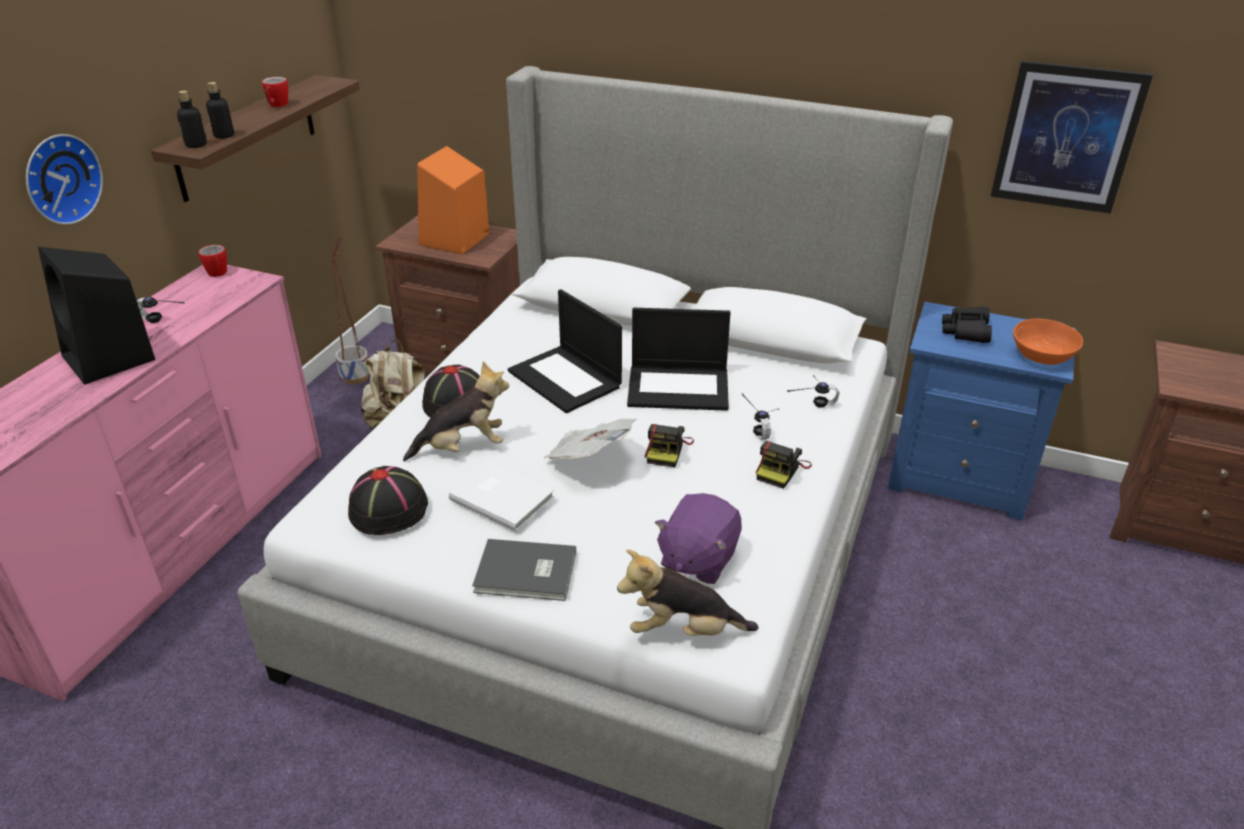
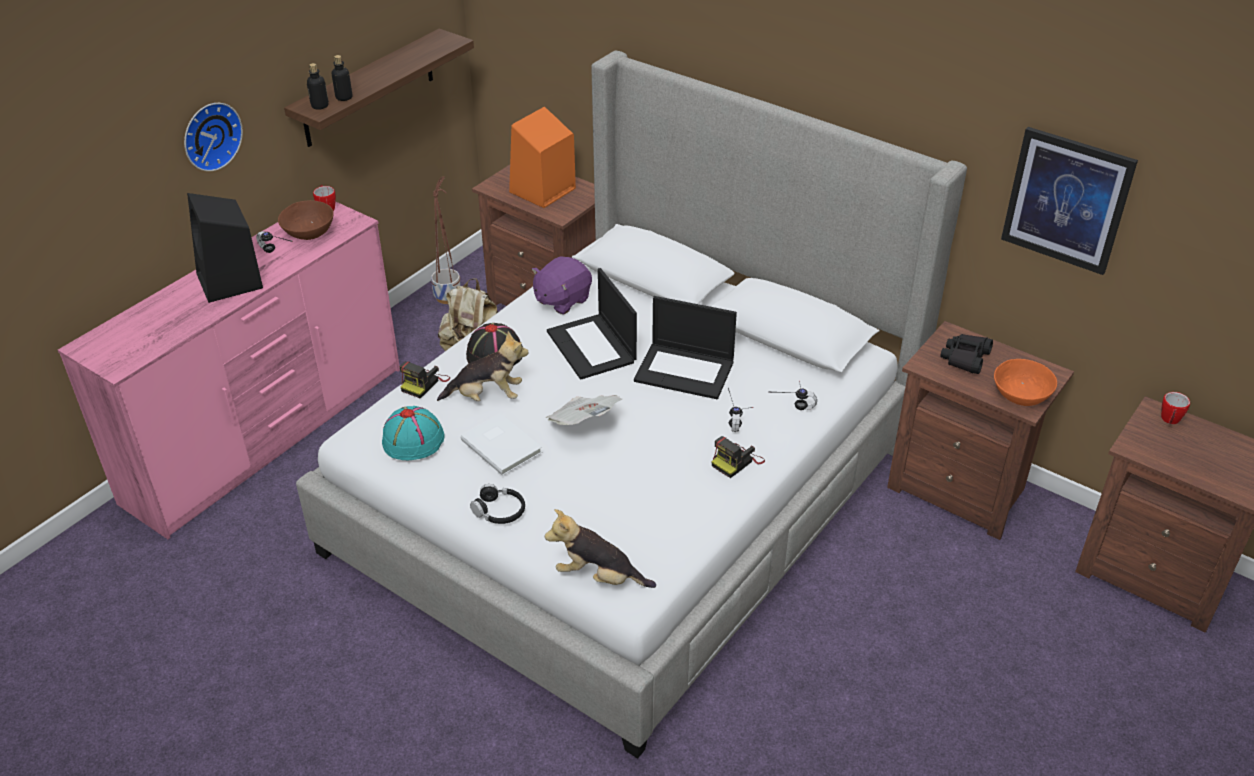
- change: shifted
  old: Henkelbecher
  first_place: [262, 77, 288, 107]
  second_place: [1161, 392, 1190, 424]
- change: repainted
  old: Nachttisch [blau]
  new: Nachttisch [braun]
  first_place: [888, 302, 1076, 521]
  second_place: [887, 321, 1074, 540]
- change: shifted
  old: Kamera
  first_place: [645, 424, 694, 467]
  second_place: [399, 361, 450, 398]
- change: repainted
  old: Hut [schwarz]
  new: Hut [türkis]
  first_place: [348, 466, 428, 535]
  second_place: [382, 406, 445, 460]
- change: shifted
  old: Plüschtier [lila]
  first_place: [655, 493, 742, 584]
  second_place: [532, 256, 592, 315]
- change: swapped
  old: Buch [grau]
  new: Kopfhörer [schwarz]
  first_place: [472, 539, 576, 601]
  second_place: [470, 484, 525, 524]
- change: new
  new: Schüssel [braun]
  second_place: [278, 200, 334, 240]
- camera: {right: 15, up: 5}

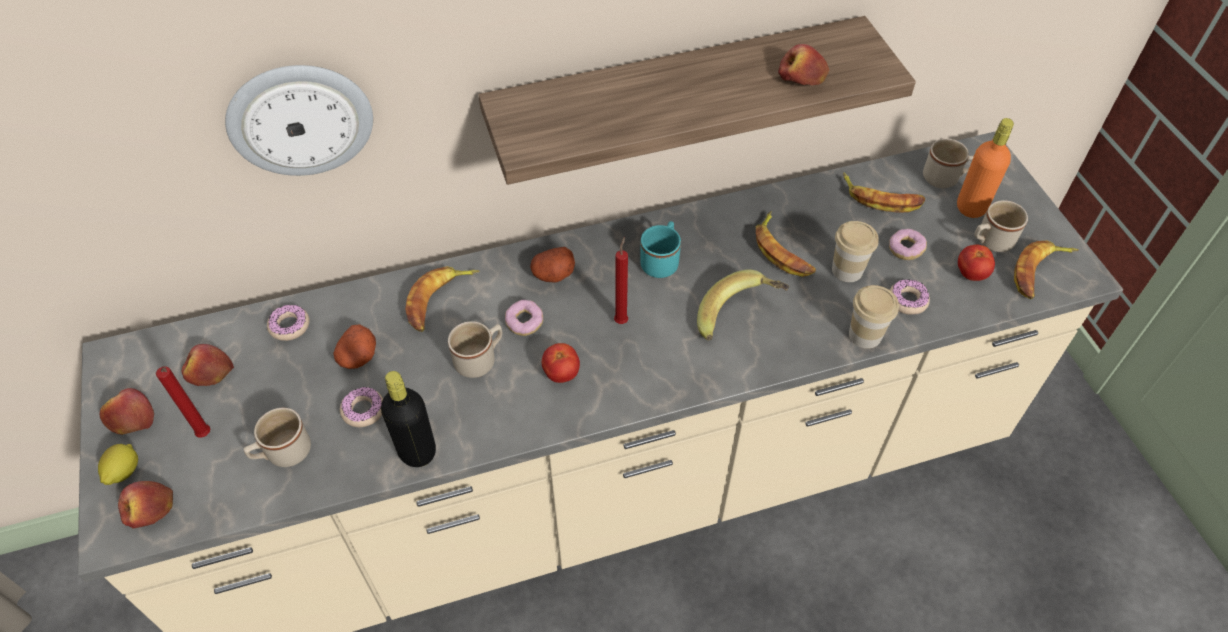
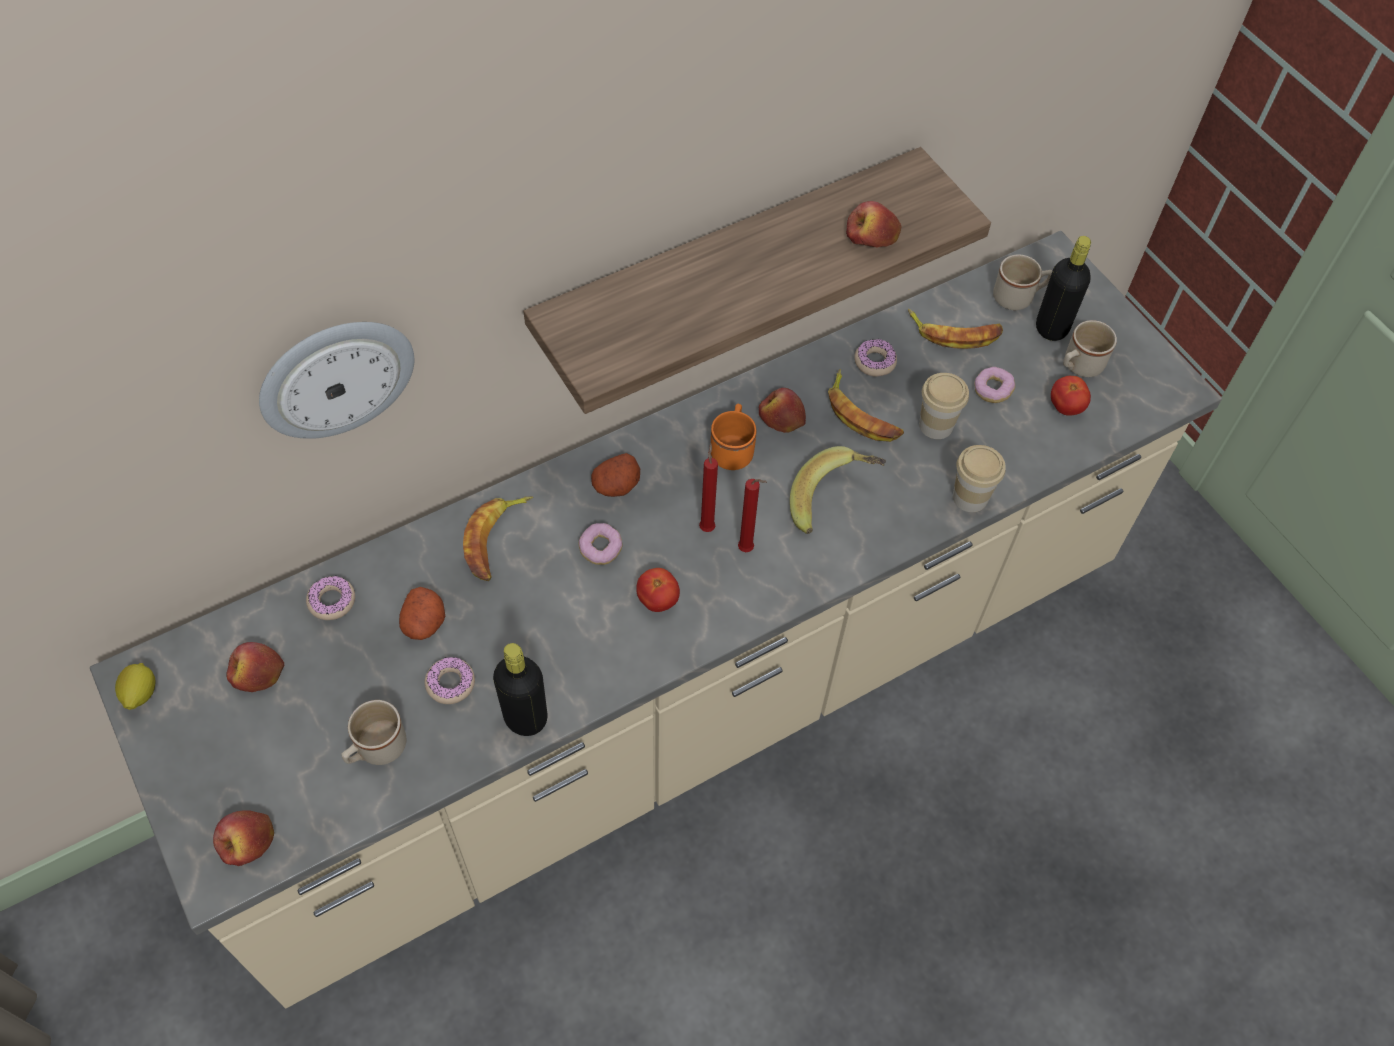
- change: repainted
  old: Flasche [orange]
  new: Flasche [schwarz]
  first_place: [957, 118, 1014, 218]
  second_place: [1036, 236, 1091, 341]
- change: repainted
  old: Henkelbecher [türkis]
  new: Henkelbecher [orange]
  first_place: [640, 221, 681, 278]
  second_place: [711, 404, 757, 470]
- change: gone
  old: Banane
  first_place: [1014, 240, 1079, 299]
- change: shifted
  old: Donut
  first_place: [890, 279, 930, 315]
  second_place: [854, 339, 897, 377]
- change: gone
  old: Henkelbecher [beige]
  first_place: [448, 321, 502, 378]
- change: shifted
  old: Kerze [rot]
  first_place: [156, 366, 210, 437]
  second_place: [738, 479, 767, 552]
- change: shifted
  old: Apfel
  first_place: [100, 388, 154, 435]
  second_place: [759, 388, 806, 433]
- change: shifted
  old: Zitrone
  first_place: [98, 444, 138, 485]
  second_place: [115, 663, 156, 710]
- camera: {right: -15, up: 5}

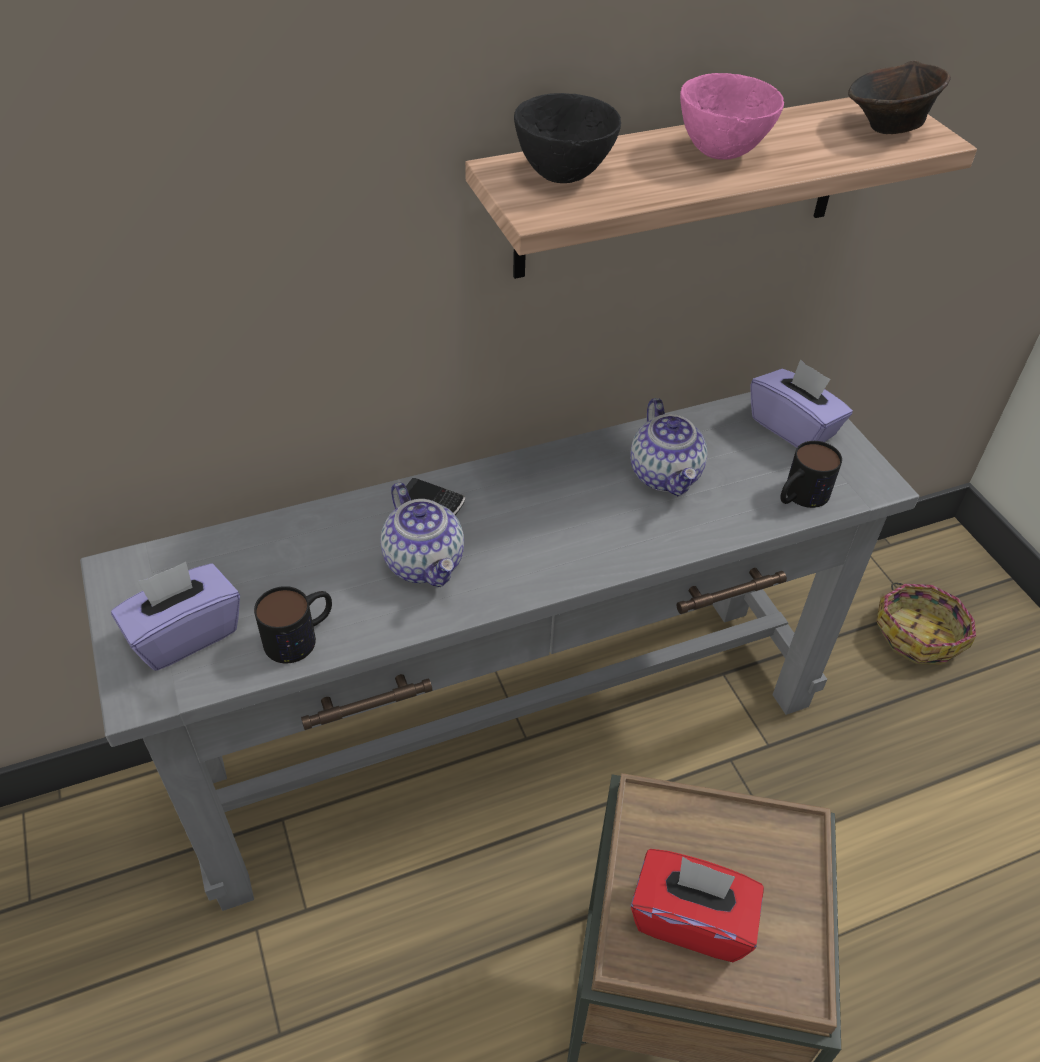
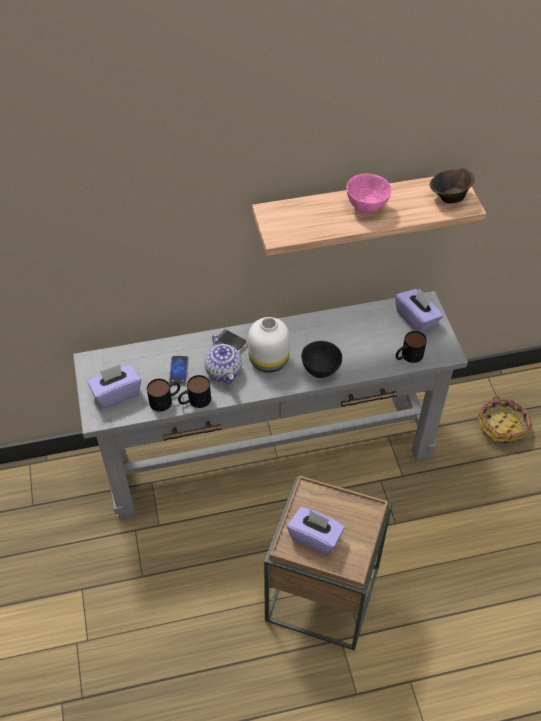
- change: shifted
  old: Schüssel [schwarz]
  first_place: [514, 93, 621, 183]
  second_place: [301, 341, 342, 378]
- change: gone
  old: Teekanne
  first_place: [630, 398, 707, 496]
- change: repainted
  old: Taschentuchbox [rot]
  new: Taschentuchbox [lila]
  first_place: [631, 849, 764, 962]
  second_place: [287, 506, 345, 555]
- change: new
  new: Vase [weiß]
  second_place: [248, 317, 290, 373]
- change: new
  new: Handy
  second_place: [169, 356, 189, 385]
- change: new
  new: Henkelbecher
  second_place: [178, 375, 211, 408]
- camera: {right: 10, up: 5}

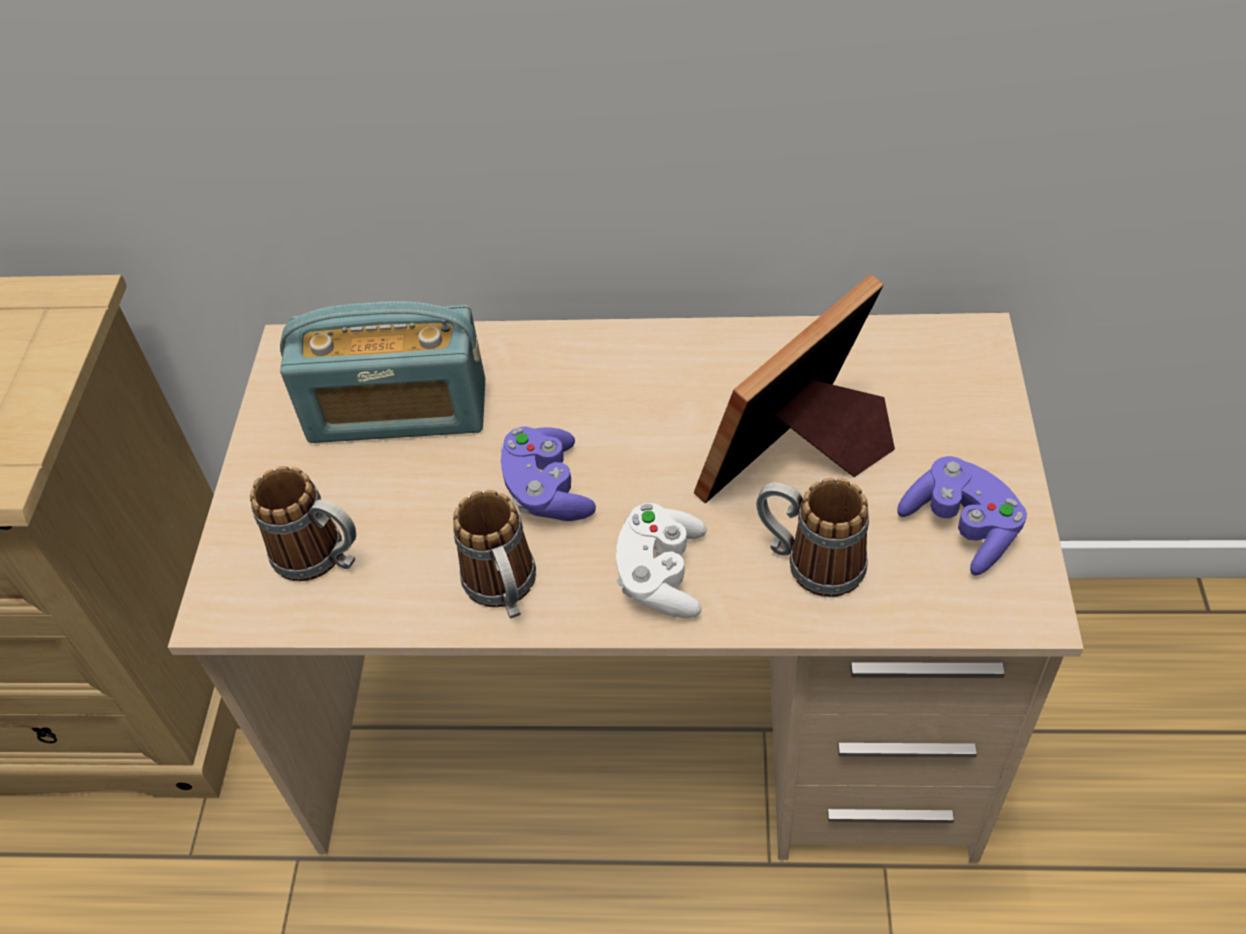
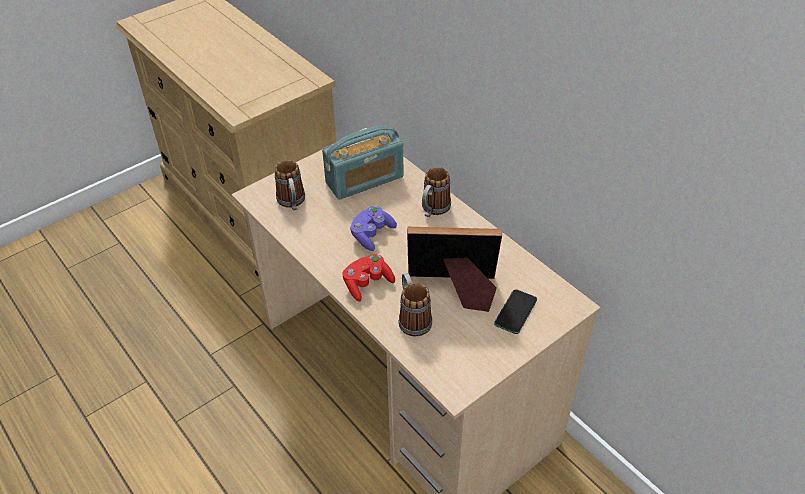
- change: rotated
  old: Radio
  first_place: [280, 301, 485, 443]
  second_place: [322, 126, 403, 200]
  degrees: -75
- change: gone
  old: Gamepad [lila]
  first_place: [897, 456, 1027, 576]
- change: shifted
  old: Henkelbecher
  first_place: [453, 490, 536, 619]
  second_place: [422, 167, 451, 217]
- change: repainted
  old: Gamepad [weiß]
  new: Gamepad [rot]
  first_place: [616, 503, 707, 618]
  second_place: [342, 254, 395, 302]
- change: new
  new: Handy
  second_place: [494, 289, 537, 334]
- camera: {right: 45, up: -5}

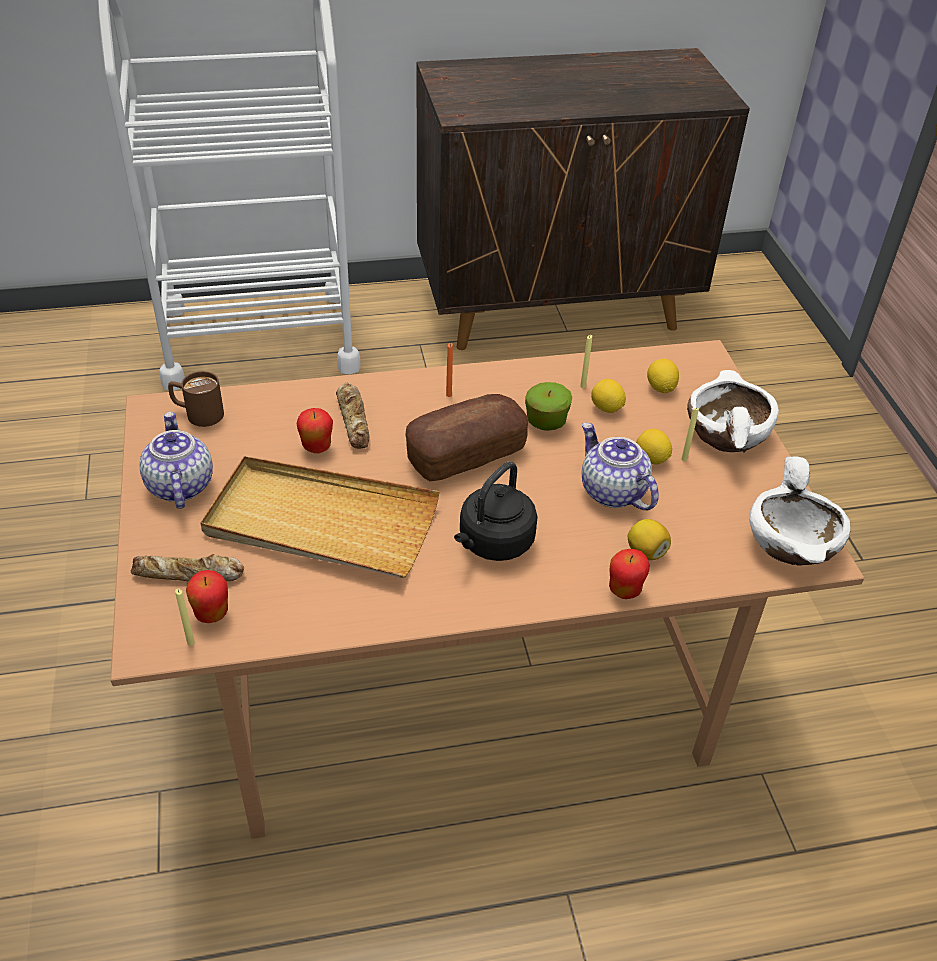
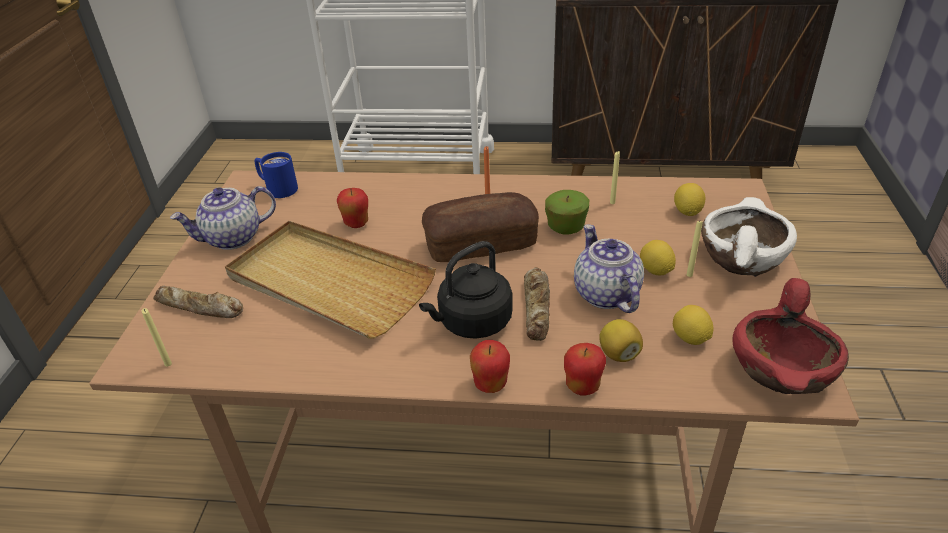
- change: repainted
  old: Henkelbecher [braun]
  new: Henkelbecher [blau]
  first_place: [168, 371, 224, 427]
  second_place: [254, 152, 298, 198]
- change: shifted
  old: Zitrone
  first_place: [591, 379, 626, 413]
  second_place: [673, 305, 713, 345]
- change: shifted
  old: Brot
  first_place: [336, 383, 370, 449]
  second_place: [524, 267, 550, 341]
- change: rotated
  old: Teekanne
  first_place: [140, 412, 213, 509]
  second_place: [170, 186, 276, 250]
  degrees: -120
- change: repainted
  old: Schüssel [weiß]
  new: Schüssel [rot]
  first_place: [749, 456, 851, 566]
  second_place: [732, 278, 849, 394]
- change: shifted
  old: Apfel
  first_place: [186, 570, 228, 623]
  second_place: [470, 340, 510, 393]
- camera: {right: 20, up: -5}

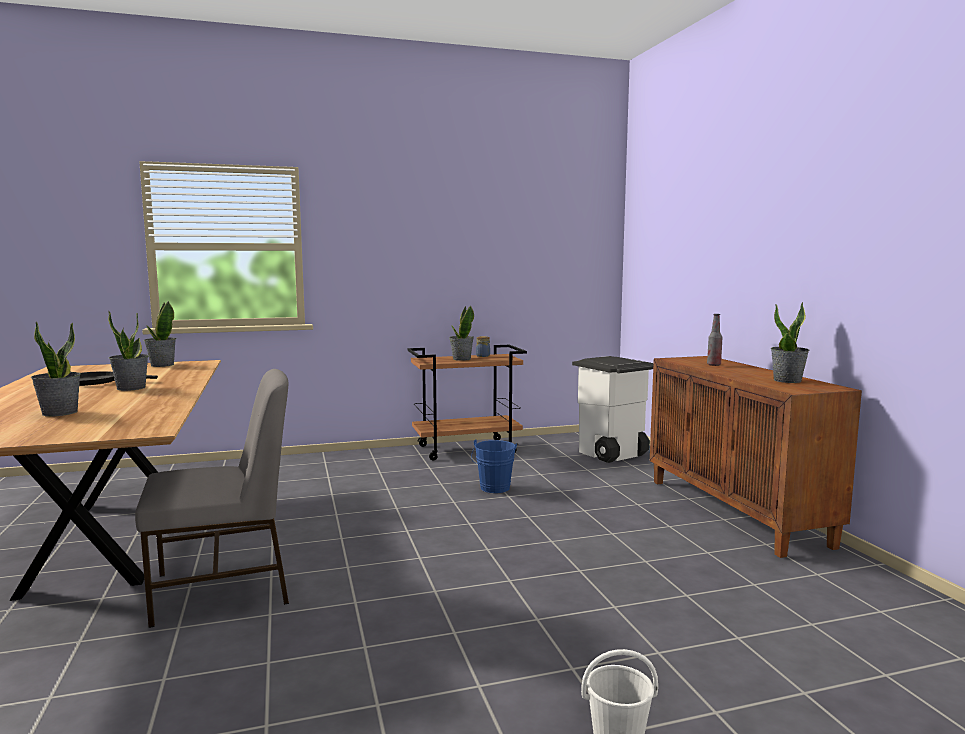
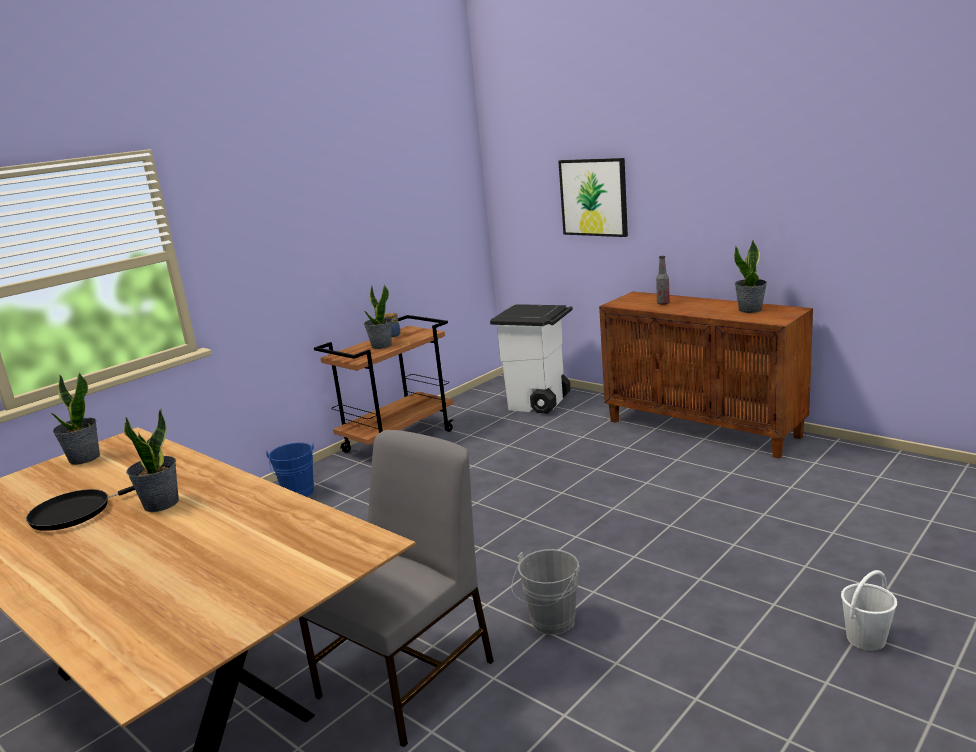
- change: gone
  old: Topfpflanze
  first_place: [31, 321, 81, 417]
- change: shifted
  old: Eimer [blau]
  first_place: [471, 440, 517, 493]
  second_place: [266, 442, 314, 497]
- change: new
  new: Bild
  second_place: [558, 158, 628, 237]
- change: new
  new: Eimer [grau]
  second_place: [511, 549, 580, 635]
- camera: {right: -30, up: 10}

